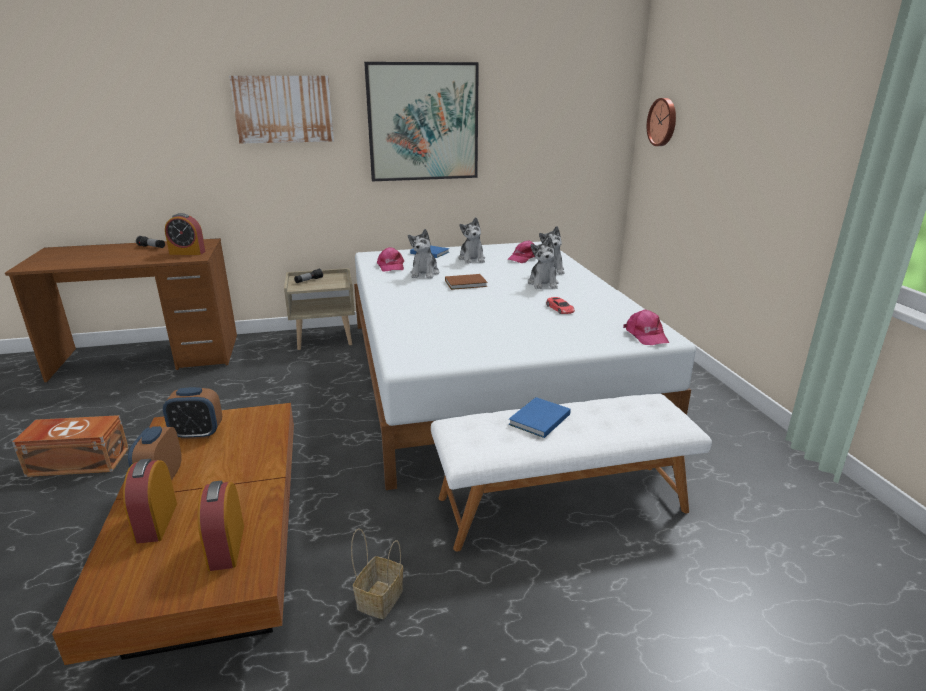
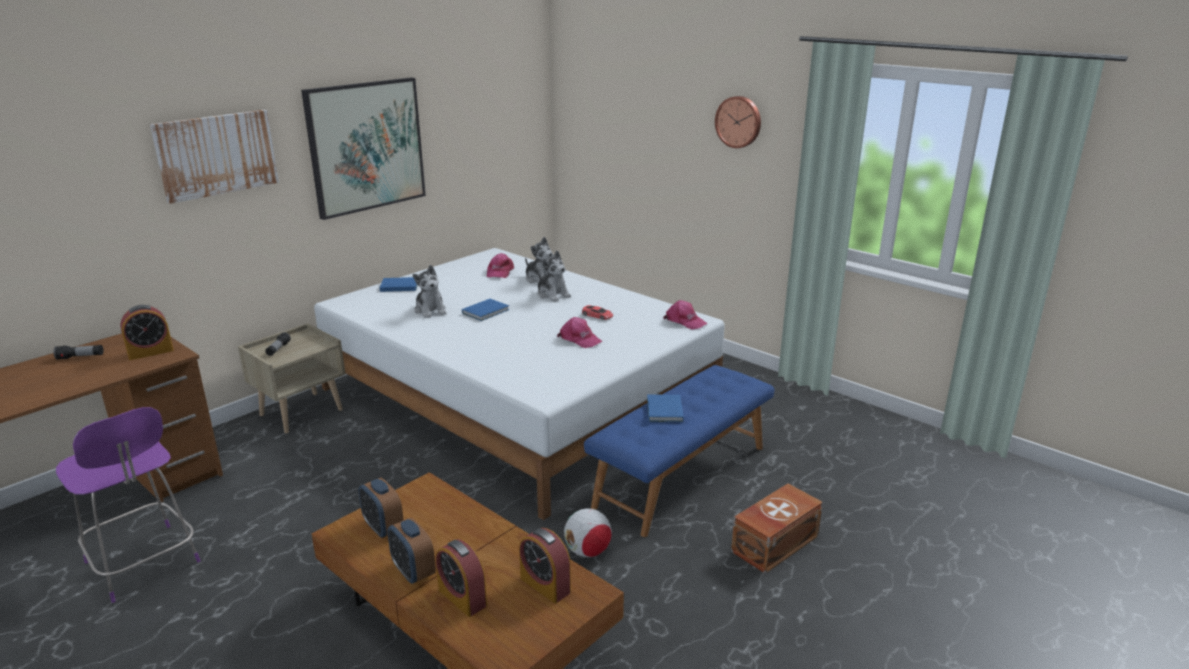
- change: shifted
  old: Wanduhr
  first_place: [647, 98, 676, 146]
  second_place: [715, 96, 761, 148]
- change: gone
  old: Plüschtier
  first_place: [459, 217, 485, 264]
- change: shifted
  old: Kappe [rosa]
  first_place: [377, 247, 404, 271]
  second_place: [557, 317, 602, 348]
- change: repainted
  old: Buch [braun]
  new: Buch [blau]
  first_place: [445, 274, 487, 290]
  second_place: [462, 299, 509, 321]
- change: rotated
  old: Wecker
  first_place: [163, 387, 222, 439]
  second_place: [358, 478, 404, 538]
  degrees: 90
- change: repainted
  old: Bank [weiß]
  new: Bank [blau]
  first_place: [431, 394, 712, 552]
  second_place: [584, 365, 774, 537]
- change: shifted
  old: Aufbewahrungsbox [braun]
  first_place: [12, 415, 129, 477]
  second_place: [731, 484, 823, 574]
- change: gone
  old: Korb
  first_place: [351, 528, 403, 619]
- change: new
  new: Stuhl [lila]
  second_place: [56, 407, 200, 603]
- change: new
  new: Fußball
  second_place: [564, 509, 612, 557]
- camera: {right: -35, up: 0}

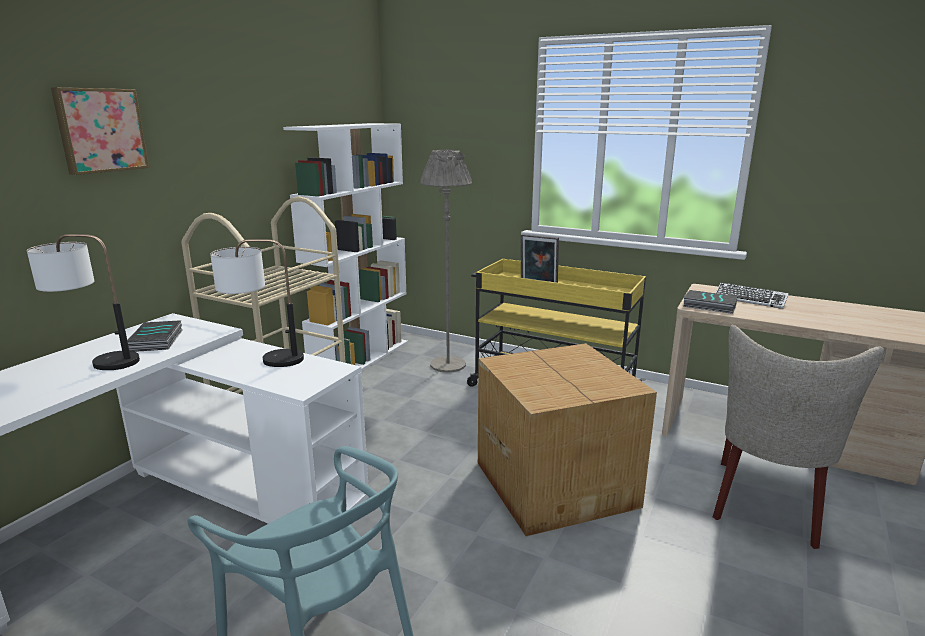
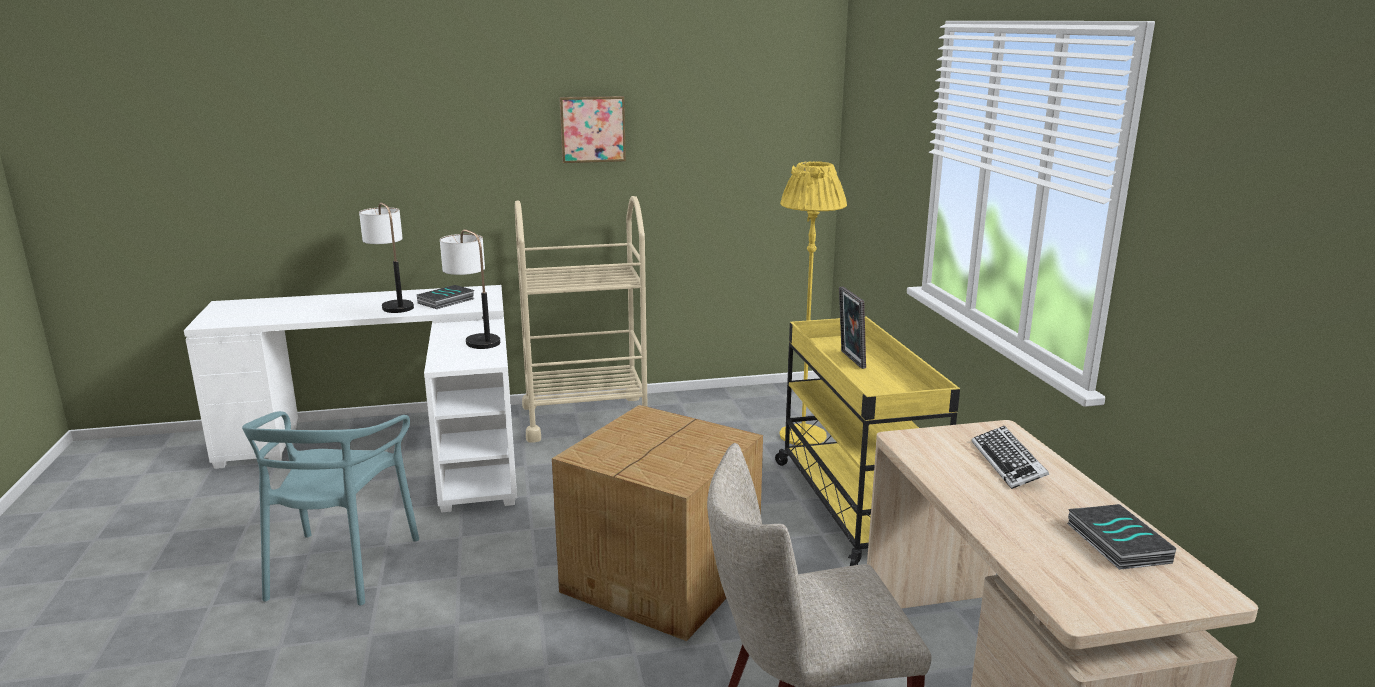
- change: shifted
  old: Bild
  first_place: [51, 87, 149, 175]
  second_place: [559, 96, 626, 163]
- change: gone
  old: Bücherregal [weiß]
  first_place: [283, 123, 408, 371]
- change: repainted
  old: Stehlampe [grau]
  new: Stehlampe [gelb]
  first_place: [420, 149, 472, 373]
  second_place: [779, 161, 847, 445]
- change: shifted
  old: Buch
  first_place: [683, 290, 738, 314]
  second_place: [1067, 504, 1176, 570]
- camera: {right: 50, up: 0}

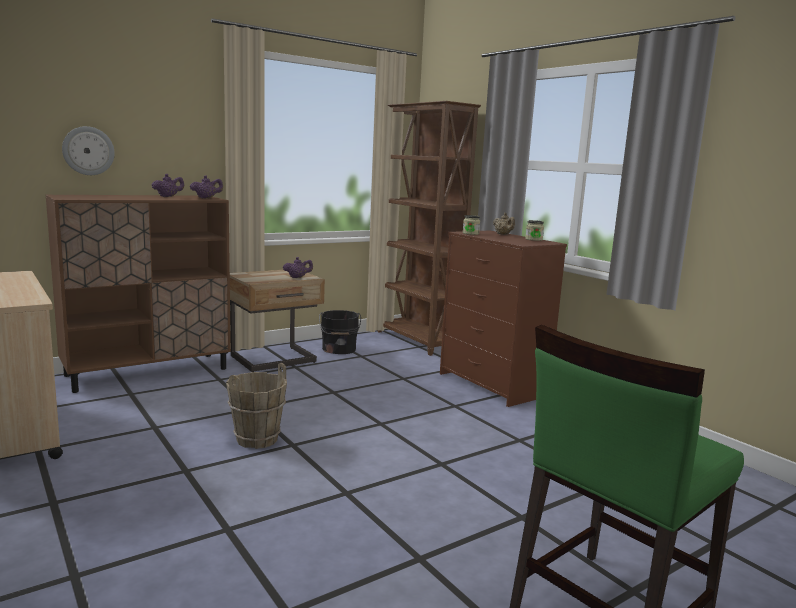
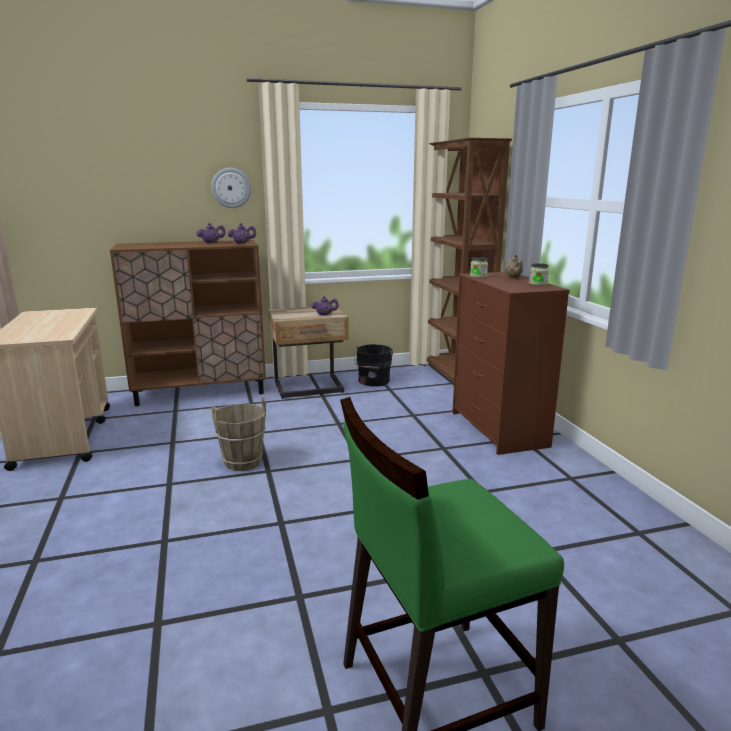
- change: shifted
  old: Wanduhr
  first_place: [62, 126, 115, 175]
  second_place: [211, 168, 251, 208]
- camera: {right: 20, up: 5}

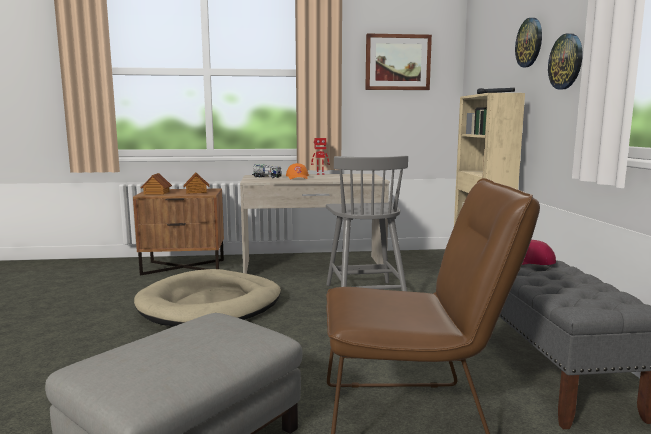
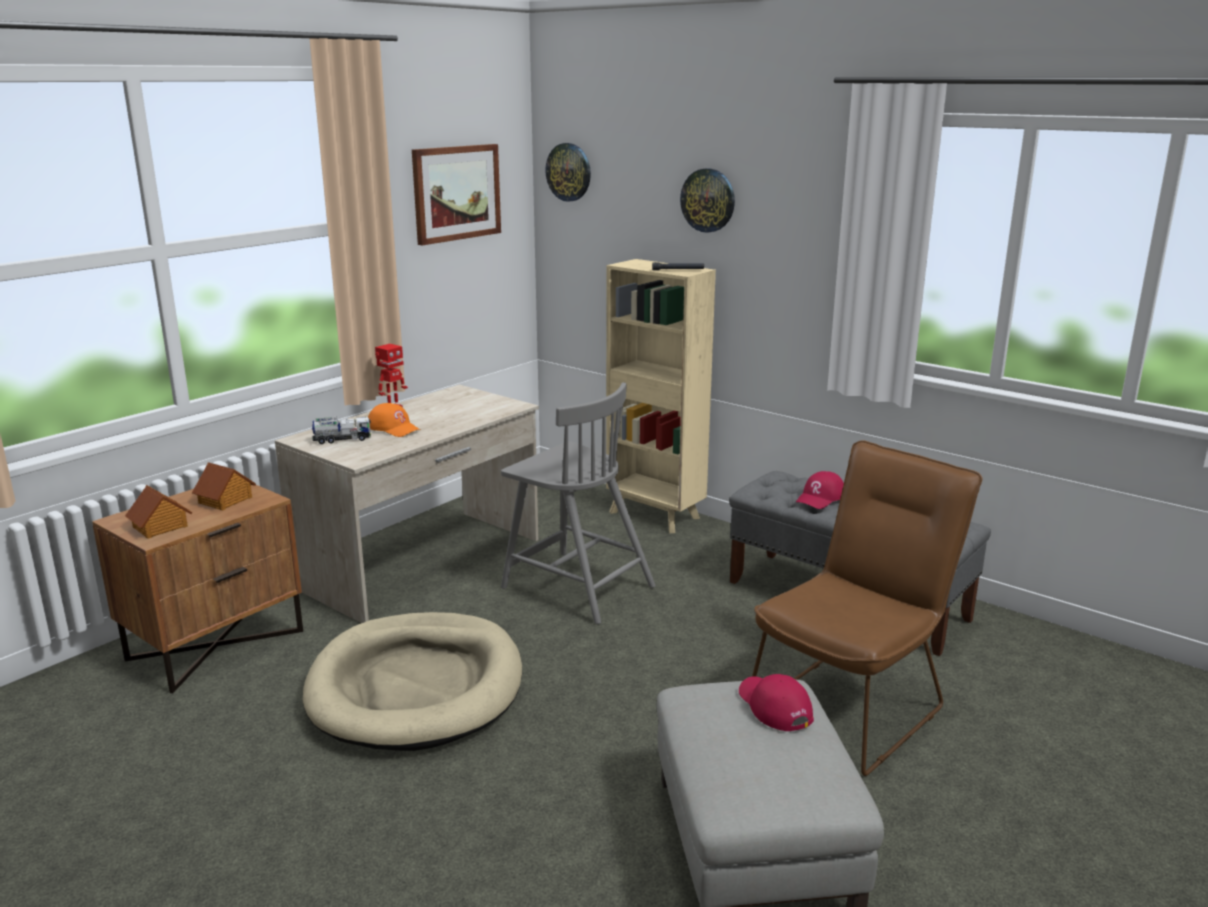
- change: shifted
  old: Wanduhr
  first_place: [548, 33, 583, 90]
  second_place: [545, 143, 591, 202]
- change: new
  new: Kappe [rot]
  second_place: [739, 674, 814, 731]
- camera: {right: -45, up: 10}

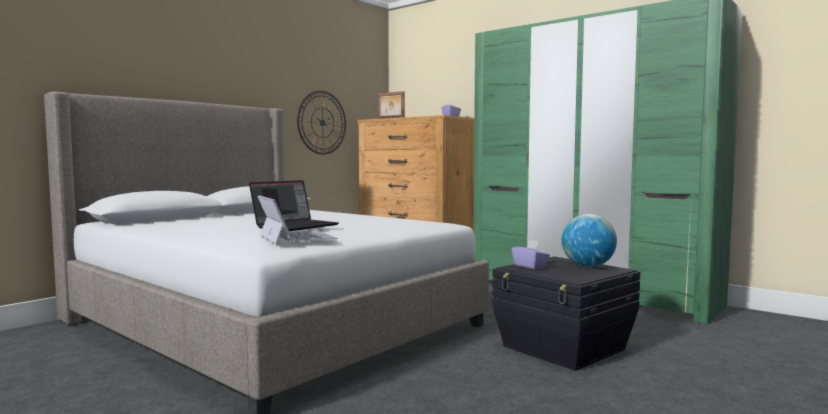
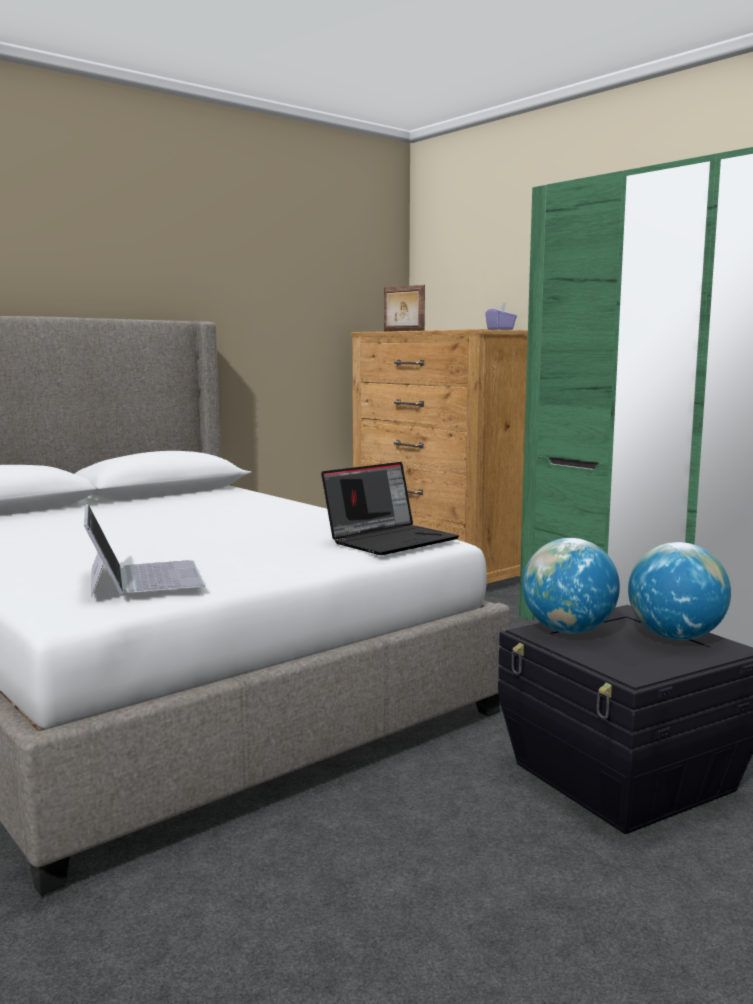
- change: gone
  old: Wanduhr
  first_place: [297, 91, 346, 154]
- change: shifted
  old: Laptop
  first_place: [249, 180, 339, 231]
  second_place: [321, 462, 459, 555]
- change: swapped
  old: Taschentuchbox [lila]
  new: Globus
  first_place: [512, 240, 550, 269]
  second_place: [522, 538, 620, 634]
- camera: {right: 10, up: 5}

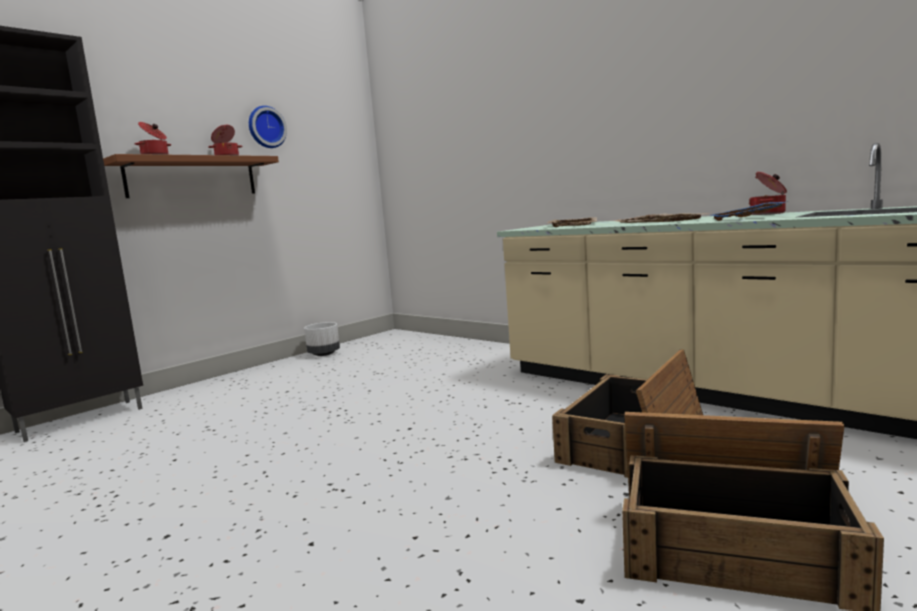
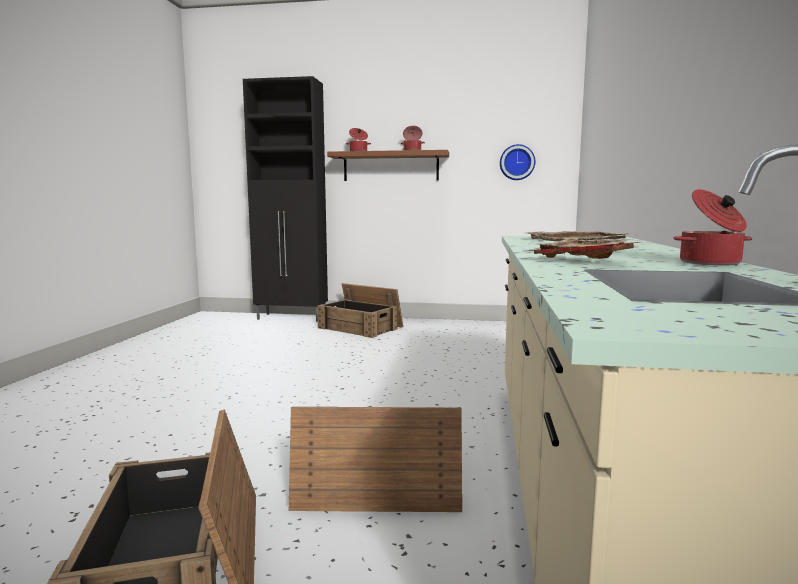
- change: shifted
  old: Wanduhr
  first_place: [249, 106, 287, 148]
  second_place: [500, 144, 535, 180]
- change: repainted
  old: Tablett [blau]
  new: Tablett [rot]
  first_place: [709, 202, 785, 221]
  second_place: [531, 242, 638, 259]
- change: gone
  old: Pflanzkübel [weiß]
  first_place: [304, 322, 340, 356]
- change: new
  new: Kiste
  second_place: [317, 283, 403, 338]
- camera: {right: 55, up: 0}

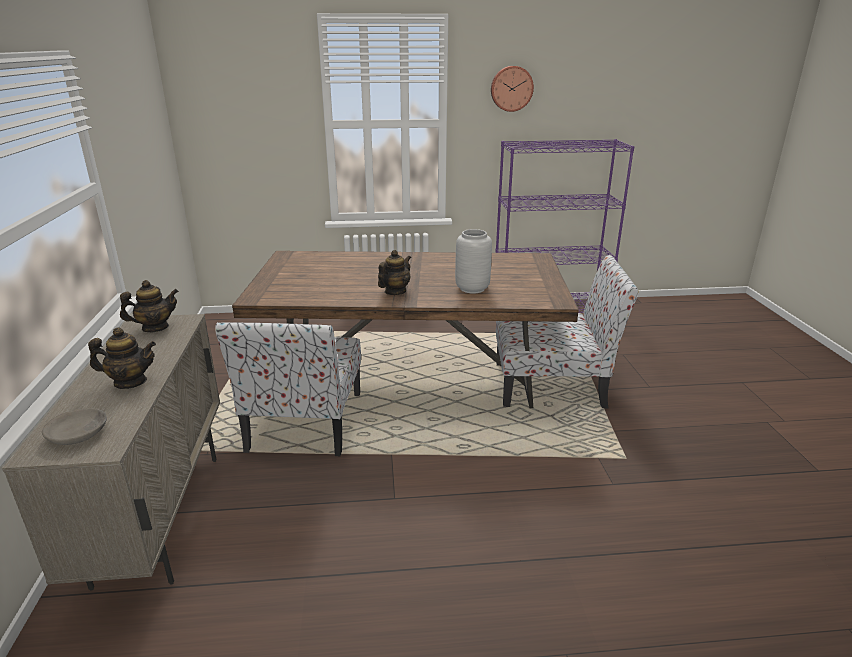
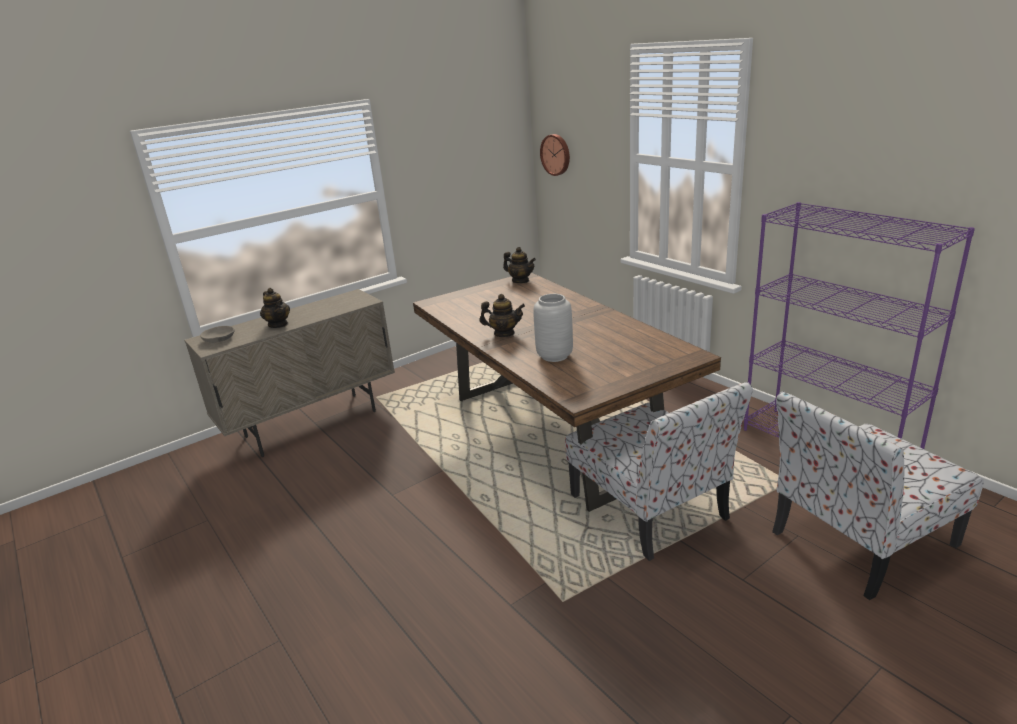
- change: shifted
  old: Wanduhr
  first_place: [491, 66, 534, 112]
  second_place: [540, 134, 570, 176]
- change: shifted
  old: Teekanne
  first_place: [120, 280, 179, 332]
  second_place: [503, 247, 536, 283]
- change: shifted
  old: Stuhl
  first_place: [215, 322, 361, 456]
  second_place: [772, 391, 984, 600]
- camera: {right: 60, up: 0}

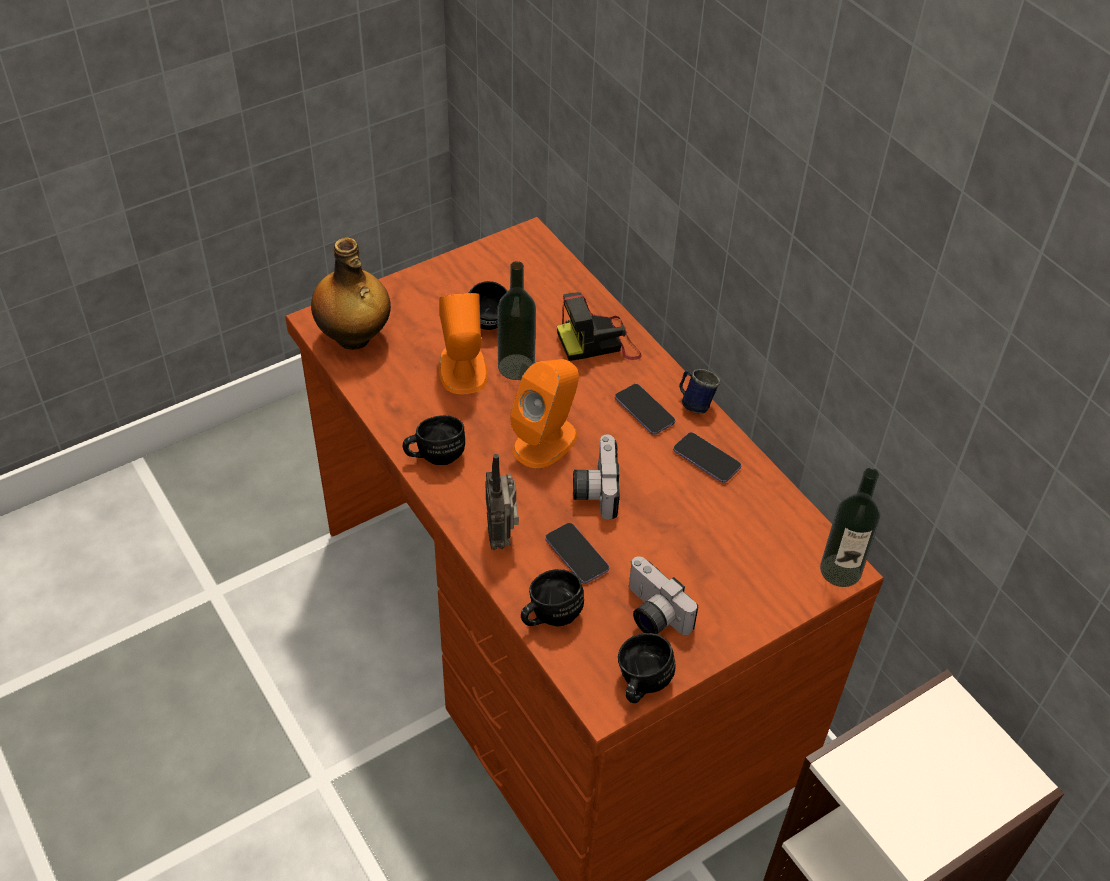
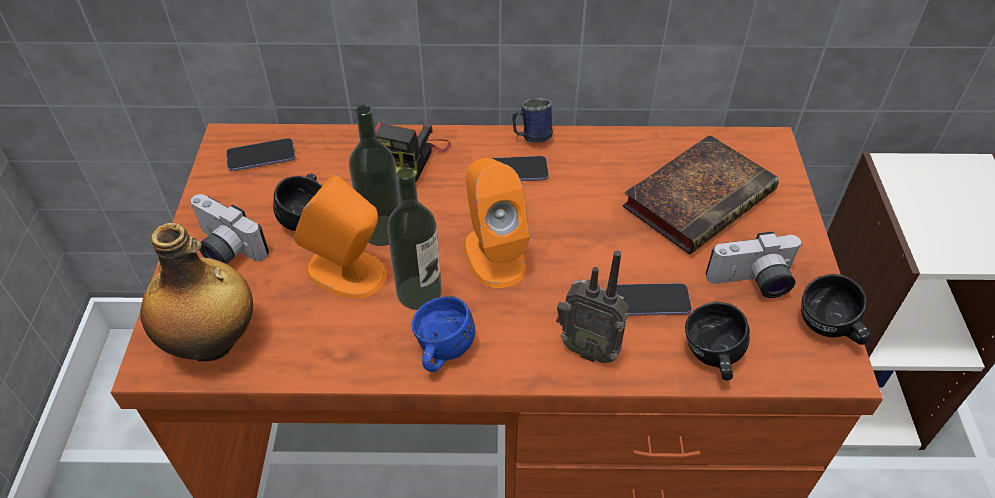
- change: repainted
  old: Henkelbecher [schwarz]
  new: Henkelbecher [blau]
  first_place: [403, 415, 465, 465]
  second_place: [412, 296, 475, 372]
- change: shifted
  old: Handy
  first_place: [673, 432, 741, 483]
  second_place: [226, 138, 295, 171]
- change: shifted
  old: Kamera
  first_place: [573, 434, 620, 520]
  second_place: [190, 194, 269, 264]
- change: shifted
  old: Flasche
  first_place: [820, 468, 880, 587]
  second_place: [387, 167, 442, 310]
- change: new
  new: Buch
  second_place: [622, 135, 779, 255]
- camera: {right: -55, up: 0}

